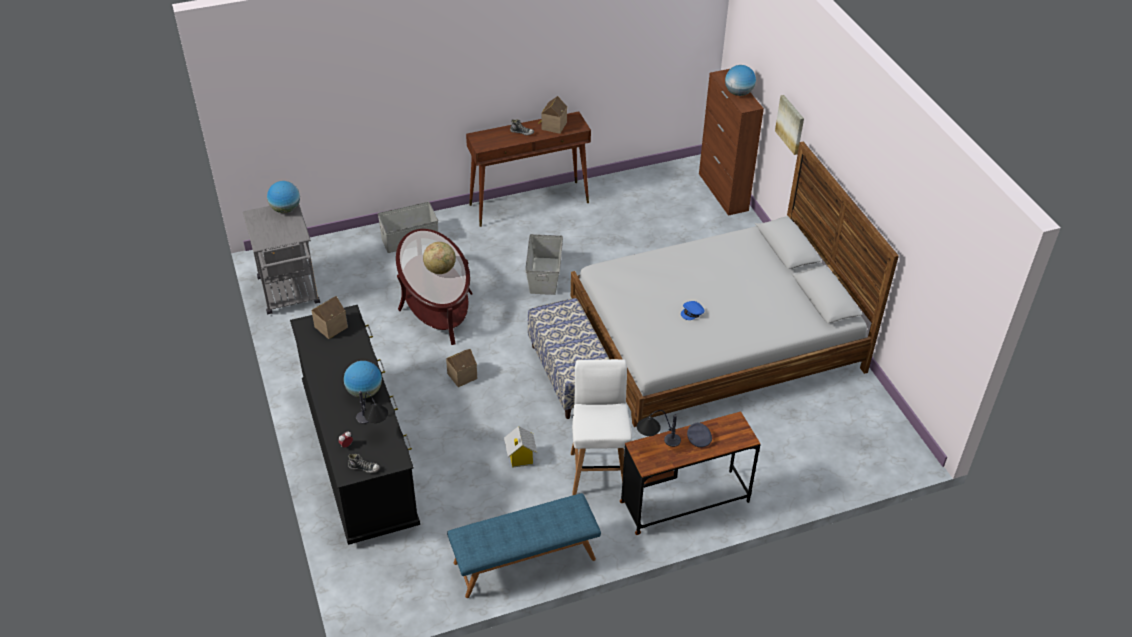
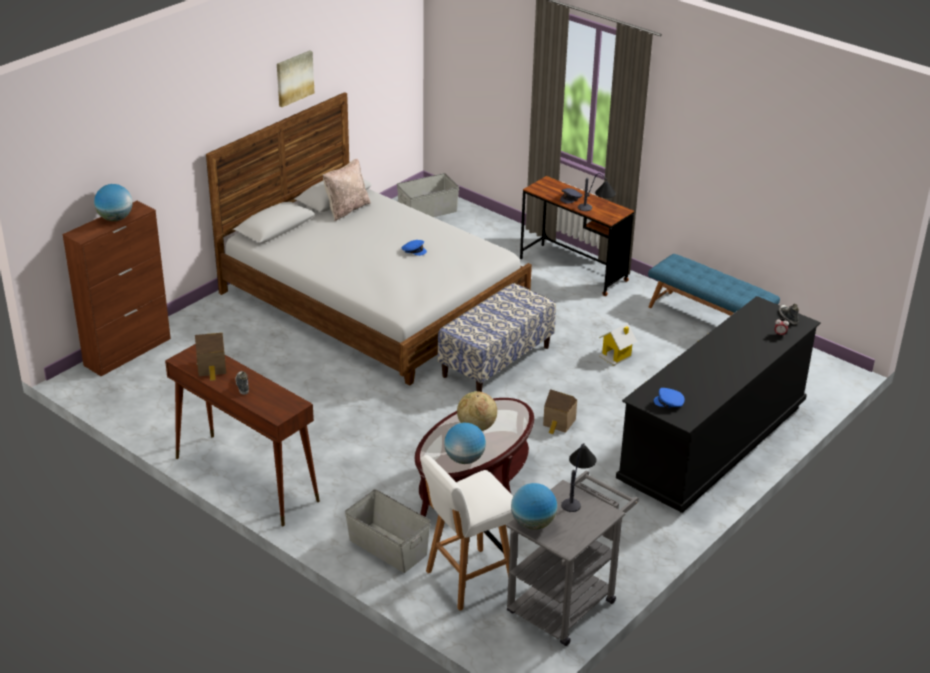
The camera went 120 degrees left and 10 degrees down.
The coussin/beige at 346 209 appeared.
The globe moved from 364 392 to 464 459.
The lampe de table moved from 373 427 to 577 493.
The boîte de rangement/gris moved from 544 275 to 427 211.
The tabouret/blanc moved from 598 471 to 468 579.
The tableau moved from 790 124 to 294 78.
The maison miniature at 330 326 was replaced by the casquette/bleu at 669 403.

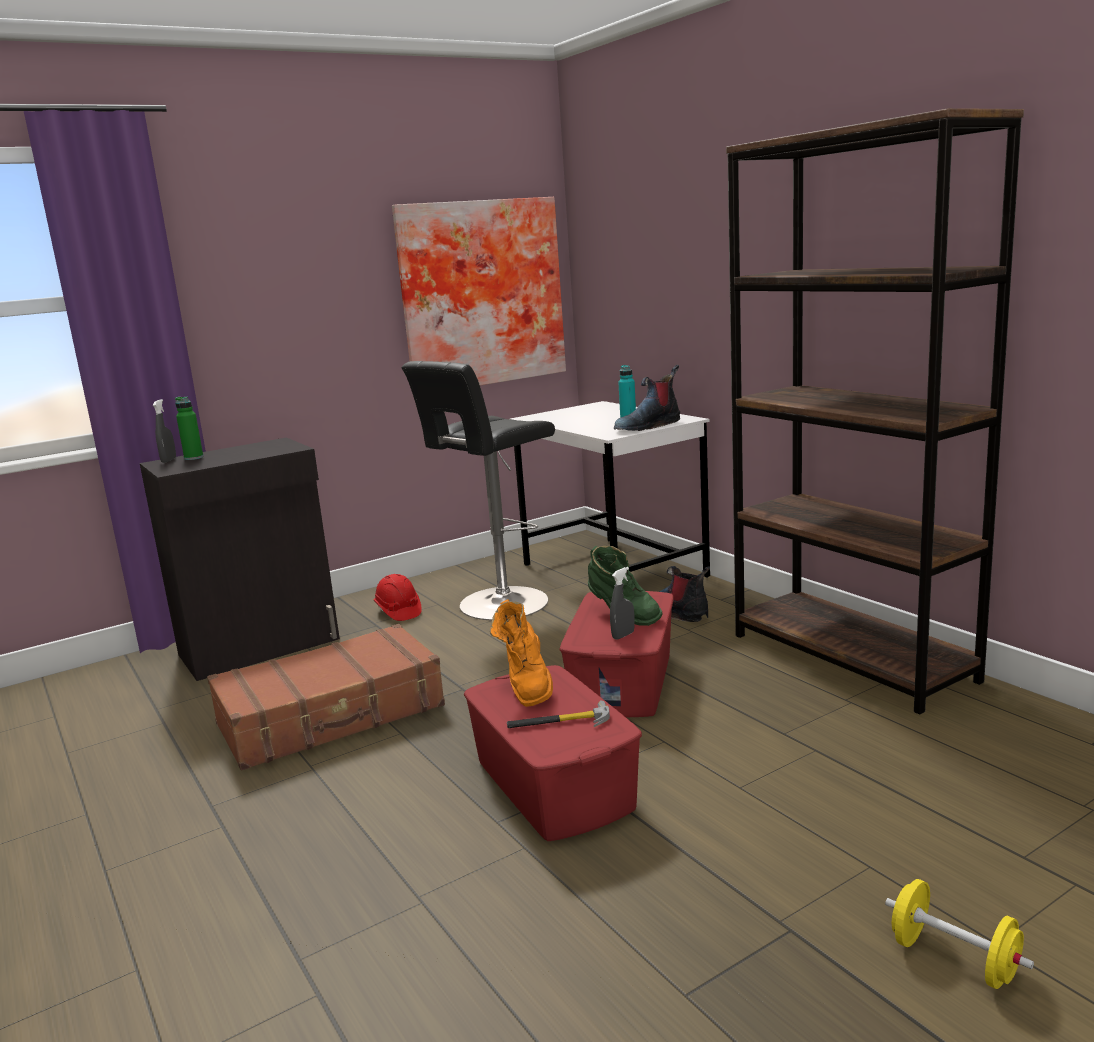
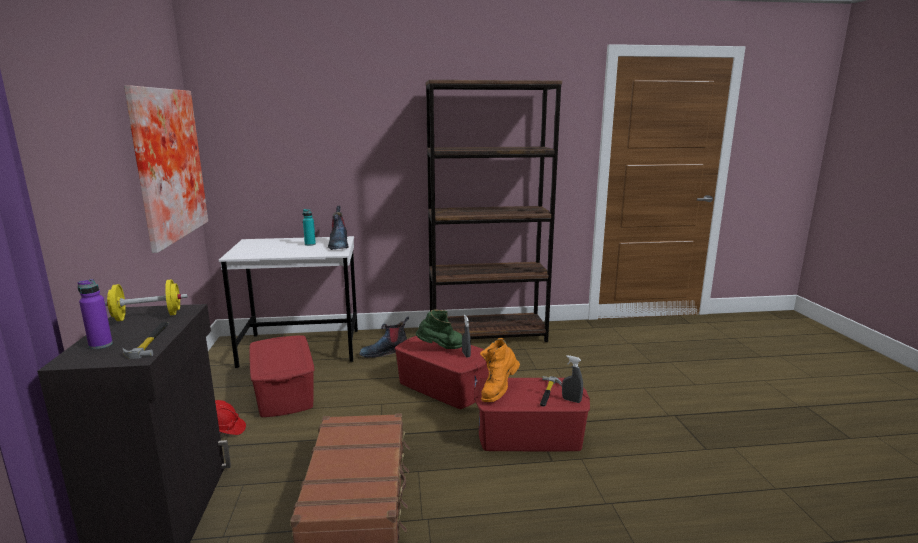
The camera went 65 degrees left and 0 degrees up.
The marteau at 150 341 appeared.
The vaporisateur/gris moved from 169 460 to 571 400.
The haltère/jaune moved from 954 959 to 148 317.
The tabouret/noir at 499 605 was replaced by the boîte de rangement/rouge at 283 392.
The bouteille/vert at 193 458 became the bouteille/violet at 100 345.
The botte/orange at 527 686 turned 105 degrees clockwise.

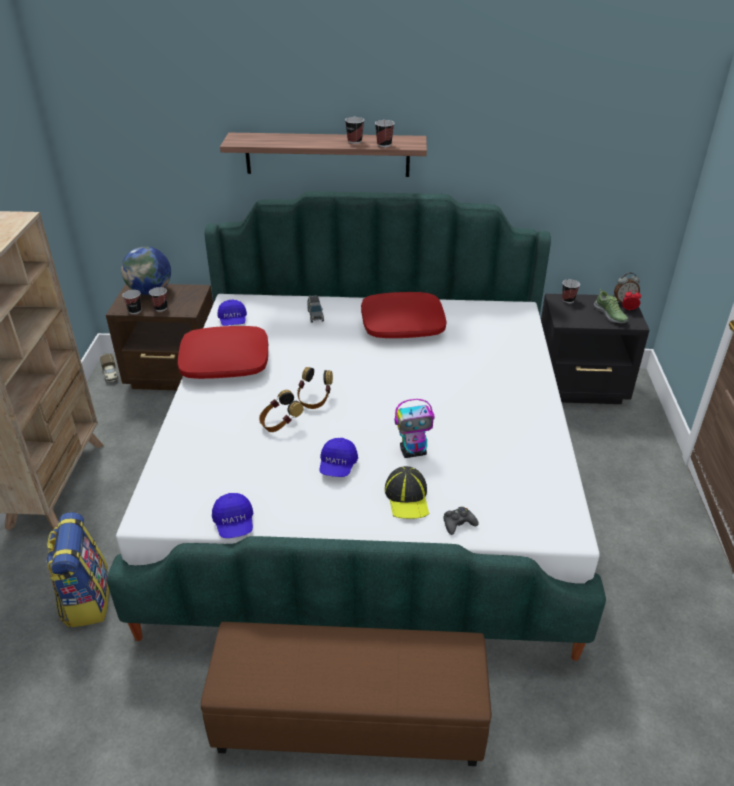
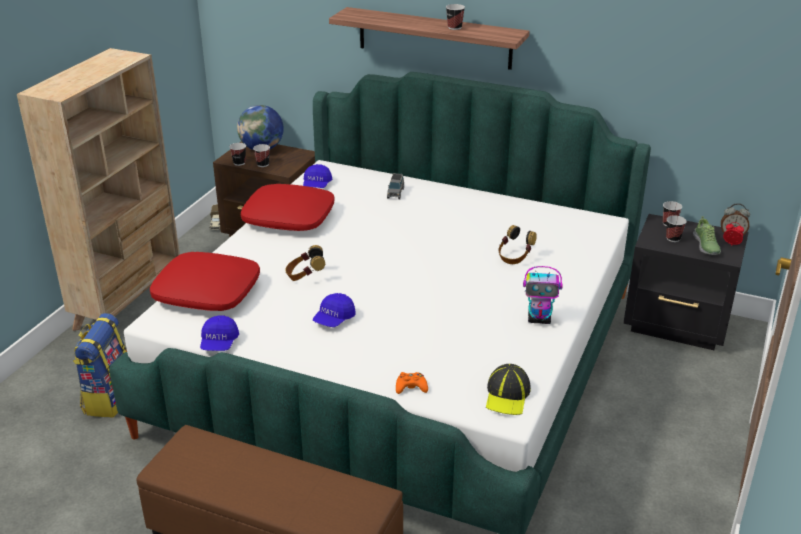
The camera went 20 degrees right and 5 degrees down.
The casque audio moved from 314 400 to 514 257.
The coussin/rouge moved from 402 324 to 208 292.
The tasse moved from 384 144 to 673 238.
The casquette moved from 407 498 to 507 395.
The robot jouet moved from 413 451 to 539 319.
The manette/noir at 458 523 became the manette/orange at 411 387.

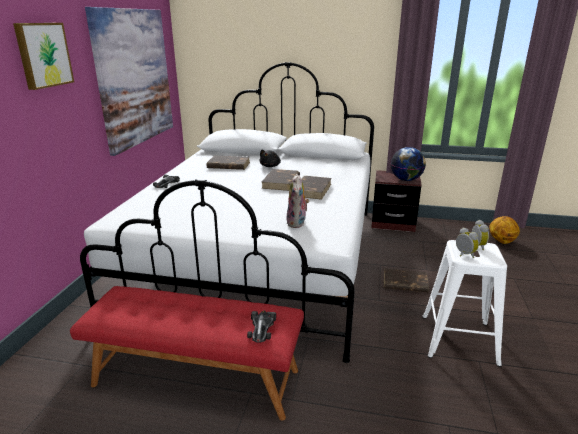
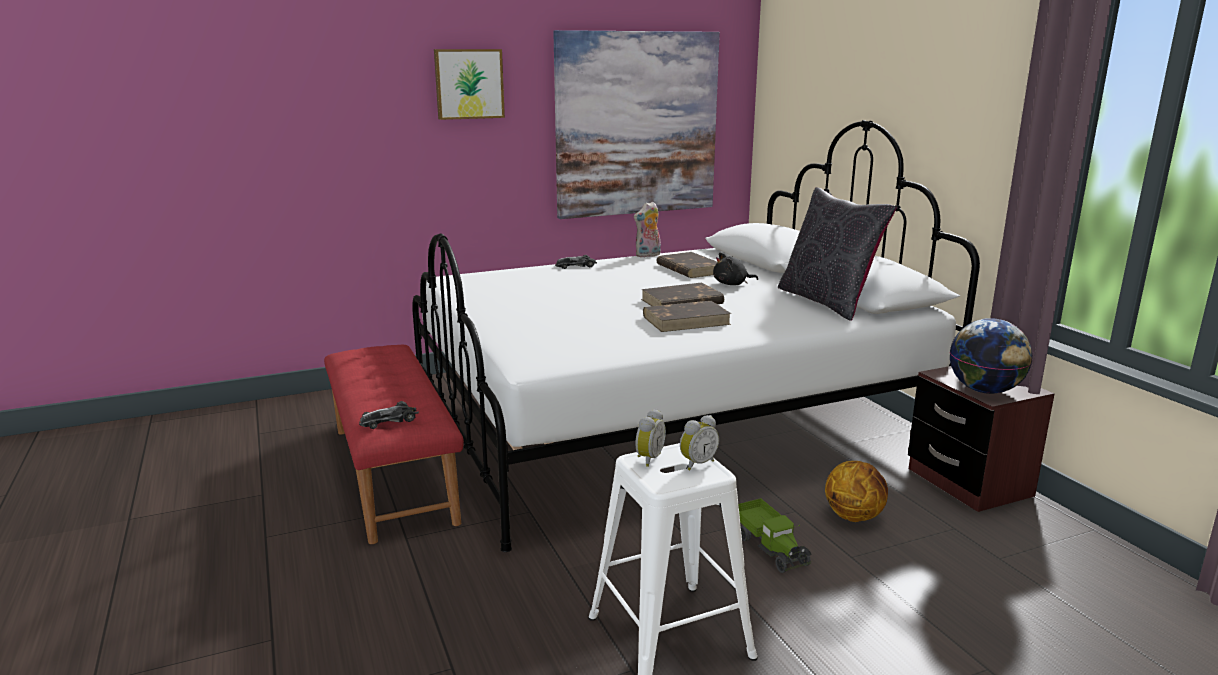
The camera went 55 degrees right and 5 degrees down.
The coussin/noir at 827 302 appeared.
The peluche moved from 297 223 to 648 255.
The ballon de basket moved from 501 241 to 854 516.
The livre/marron at 404 283 was replaced by the camion jouet at 769 546.

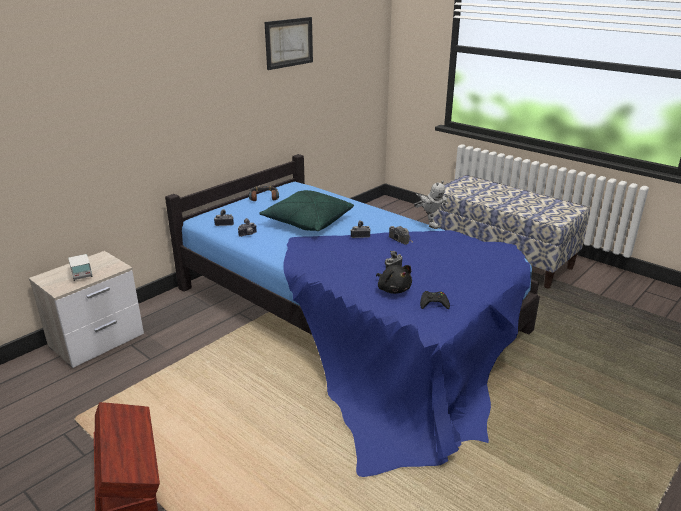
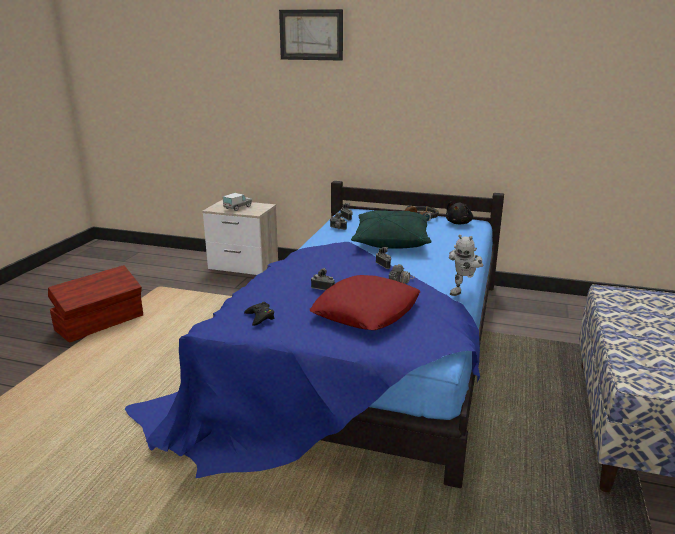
The camera went 65 degrees right and 5 degrees down.
The coussin/rouge at 366 311 appeared.
The tableau moved from 289 43 to 311 35.
The peluche/noir moved from 393 289 to 459 223.

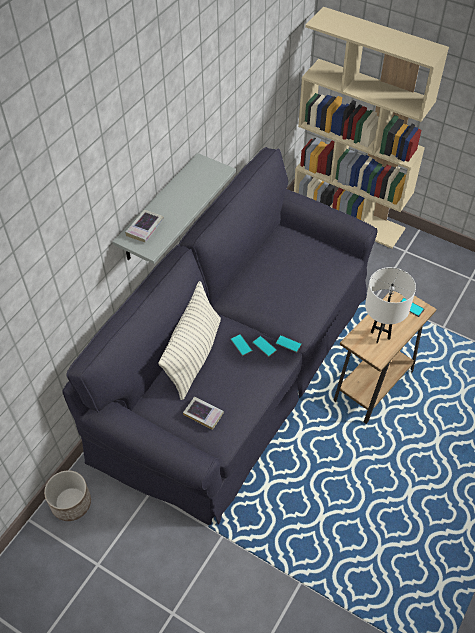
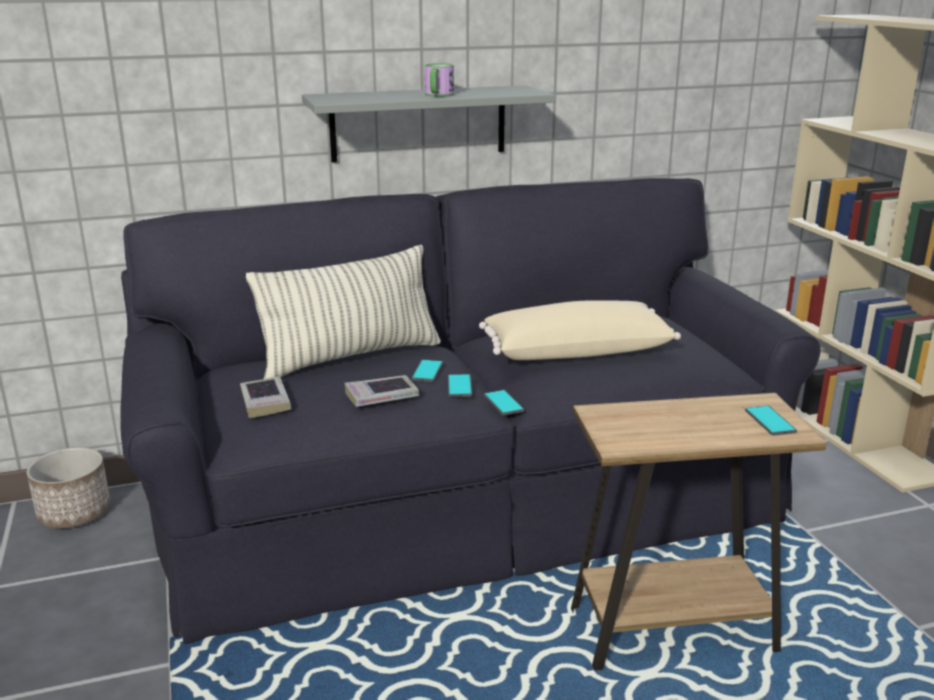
The camera went 40 degrees right and 30 degrees down.
The lampe de table/blanc at 380 335 disappeared.
The mug at 438 95 appeared.
The coussin/beige at 576 351 appeared.
The livre moved from 145 228 to 381 396.

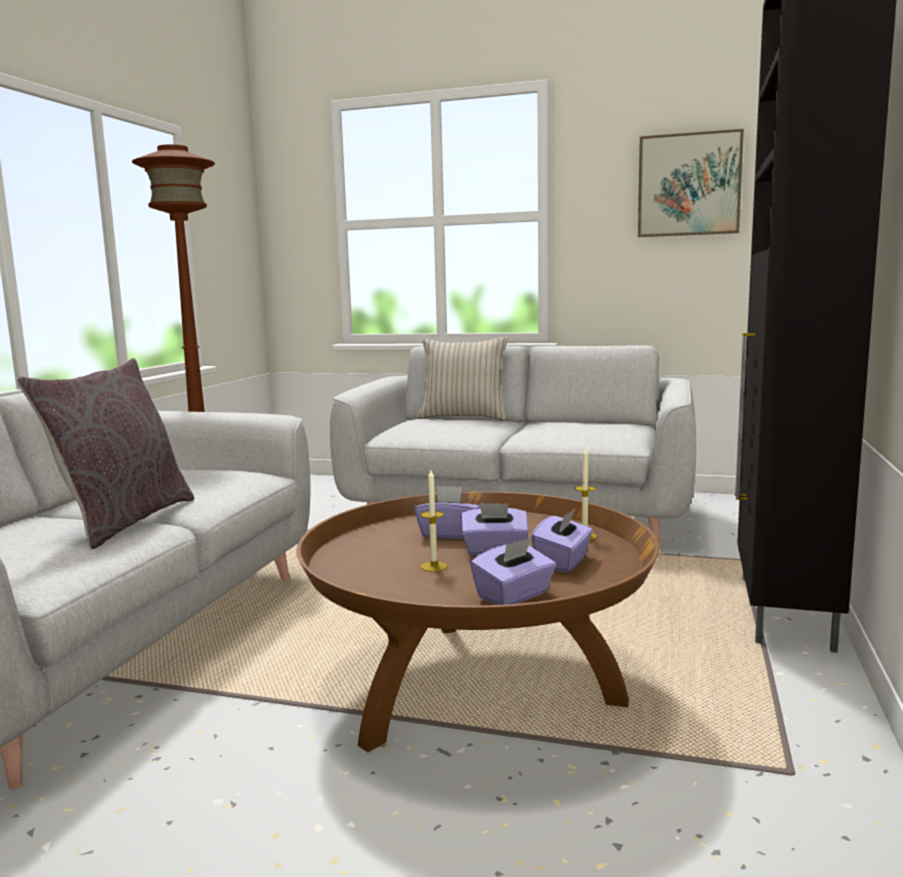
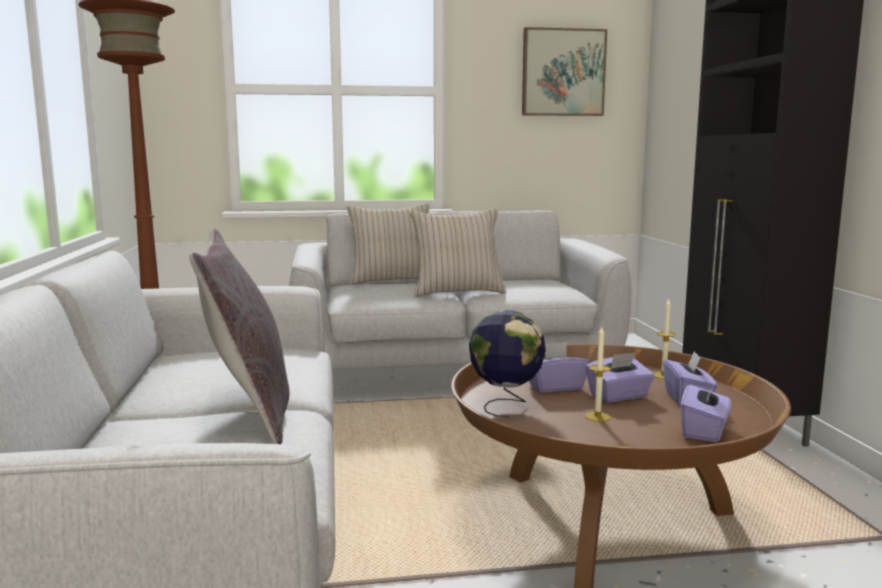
The camera went 25 degrees left and 0 degrees up.
The coussin/beige at 457 292 appeared.
The globe at 506 405 appeared.

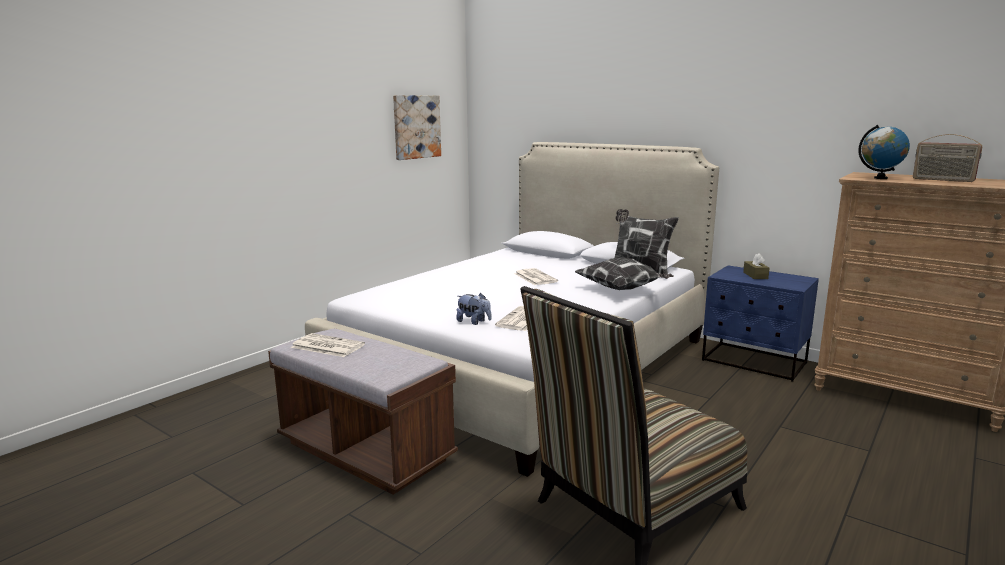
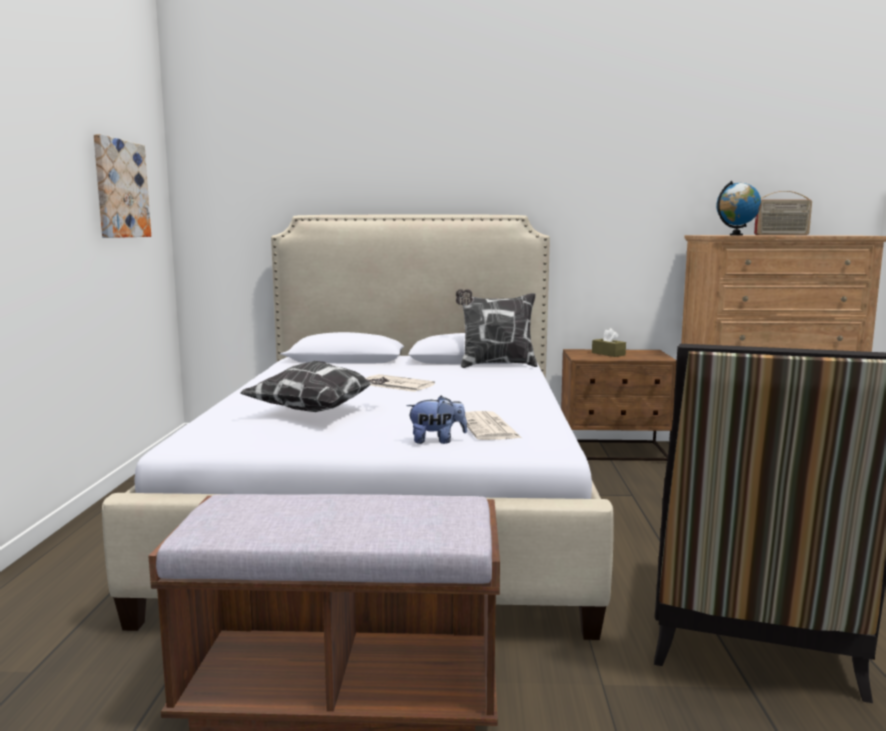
The camera went 35 degrees left and 5 degrees down.
The journal at 326 346 disappeared.
The coussin moved from 623 290 to 318 411.
The table de chevet/bleu at 754 362 became the table de chevet/marron at 614 452.

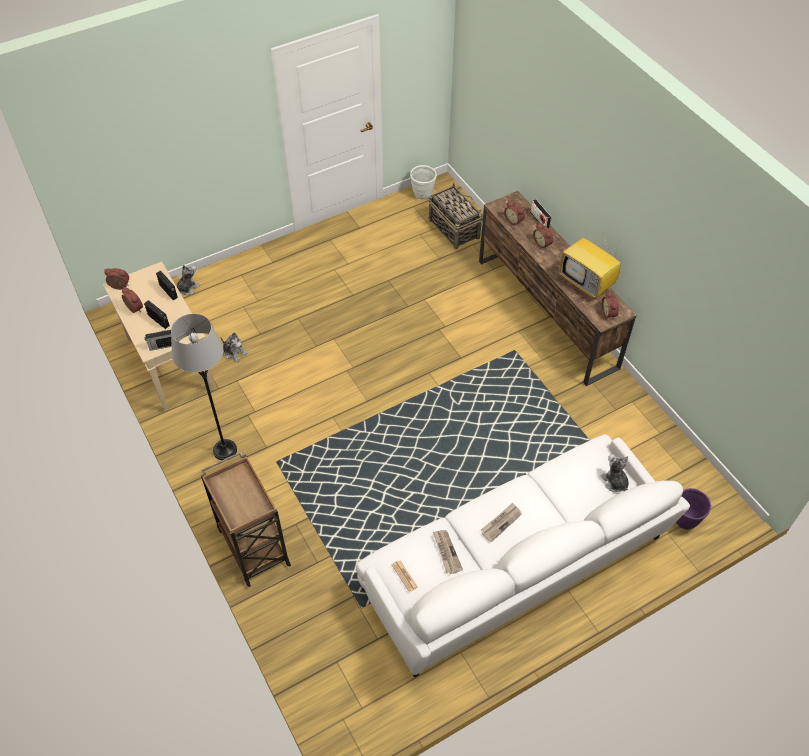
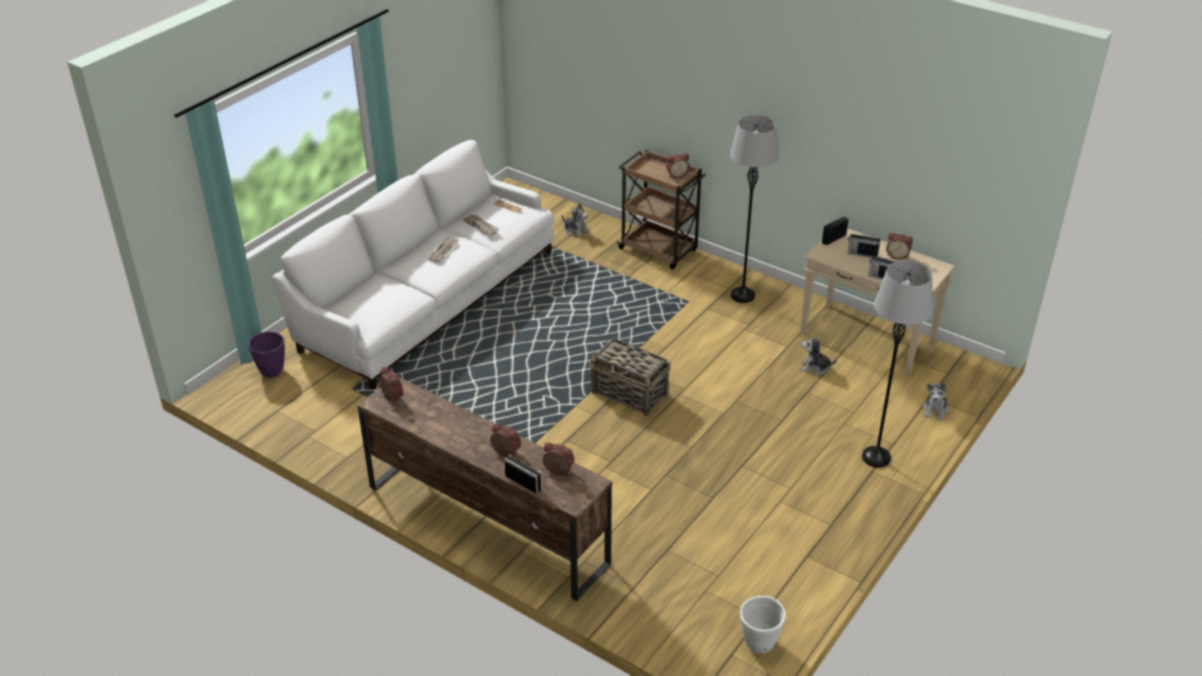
The camera went 155 degrees right and 15 degrees down.
The téléviseur at 587 284 disappeared.
The lampadaire/gris at 876 457 appeared.
The réveil moved from 119 287 to 676 175.
The panier moved from 453 228 to 630 393.
The peluche moved from 614 482 to 576 231.

